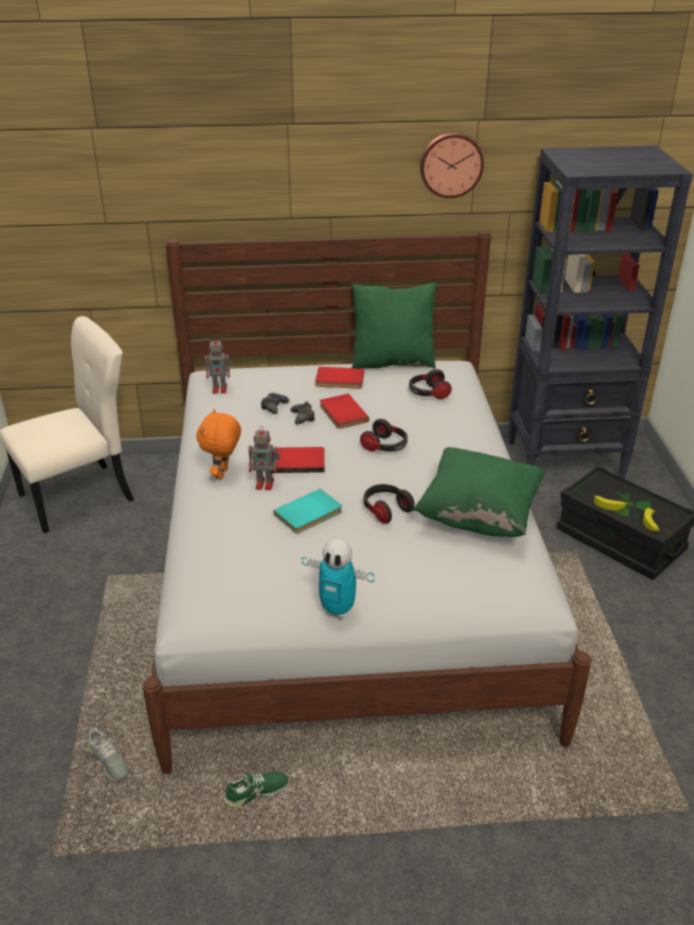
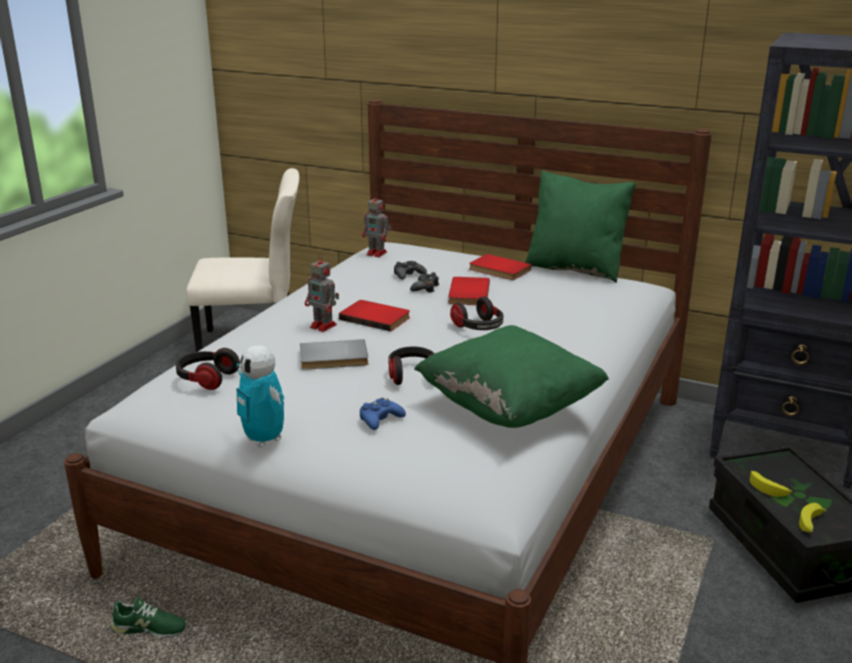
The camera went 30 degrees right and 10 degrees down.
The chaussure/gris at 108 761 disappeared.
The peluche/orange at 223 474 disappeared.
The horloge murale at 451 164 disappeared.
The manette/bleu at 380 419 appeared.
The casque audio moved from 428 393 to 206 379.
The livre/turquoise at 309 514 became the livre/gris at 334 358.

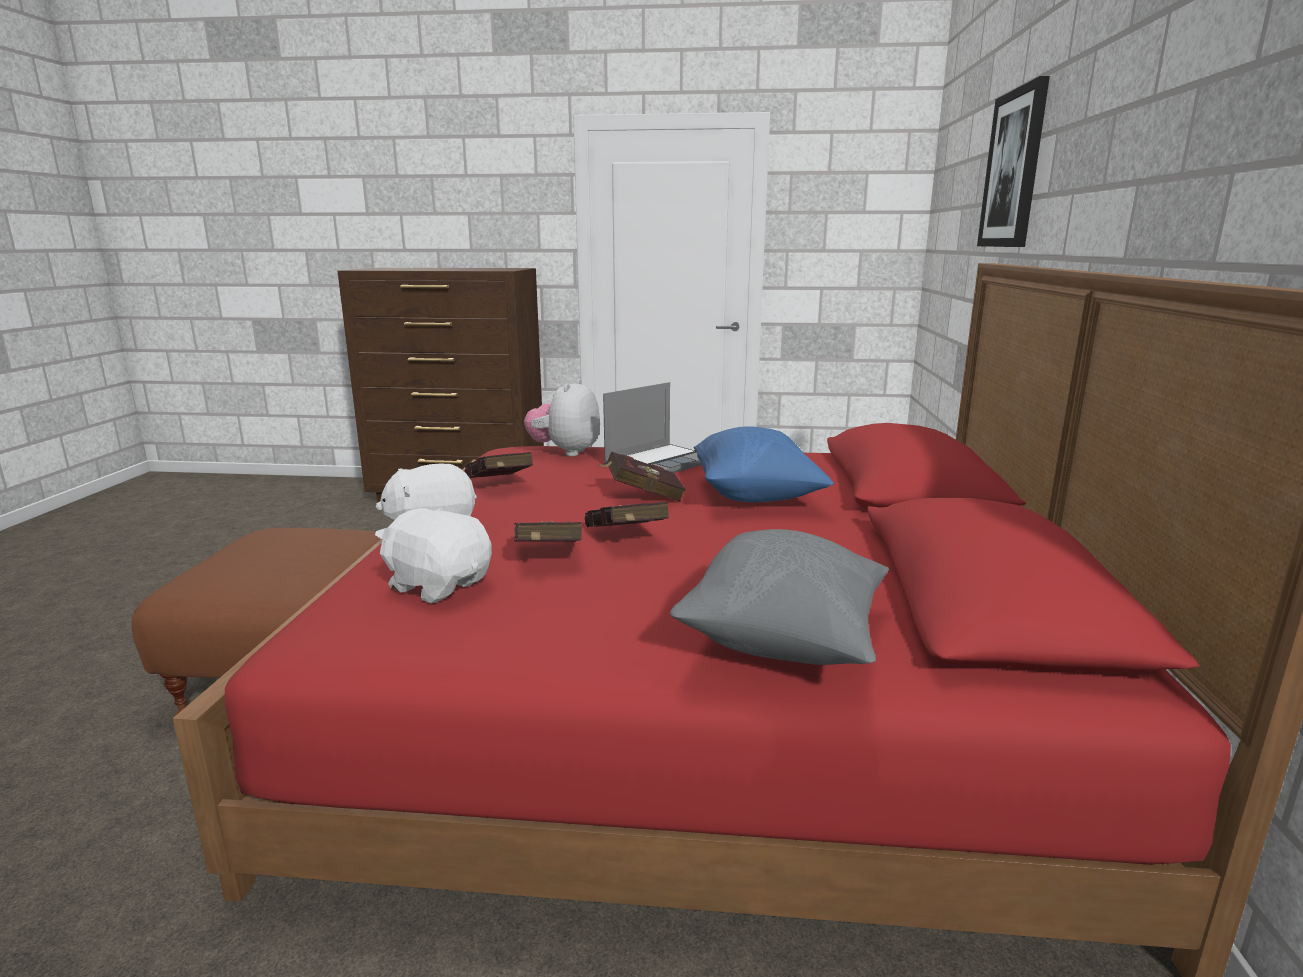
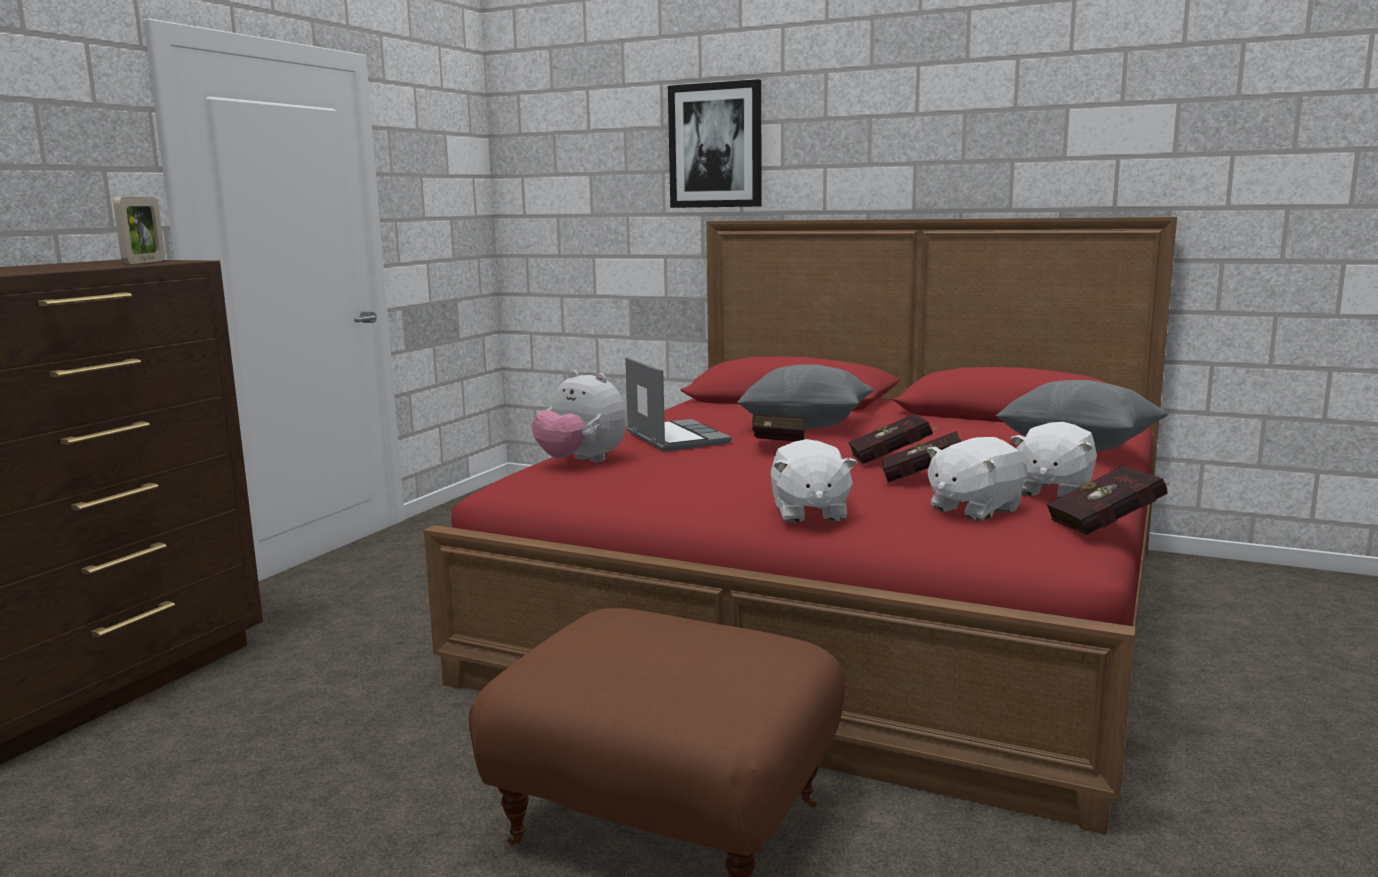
The camera went 70 degrees left and 5 degrees down.
The cadre photo at 144 262 appeared.
The peluche/blanc at 1052 491 appeared.
The livre/rouge moved from 499 485 to 1109 525.
The coussin/bleu at 755 496 became the coussin/gris at 806 426.

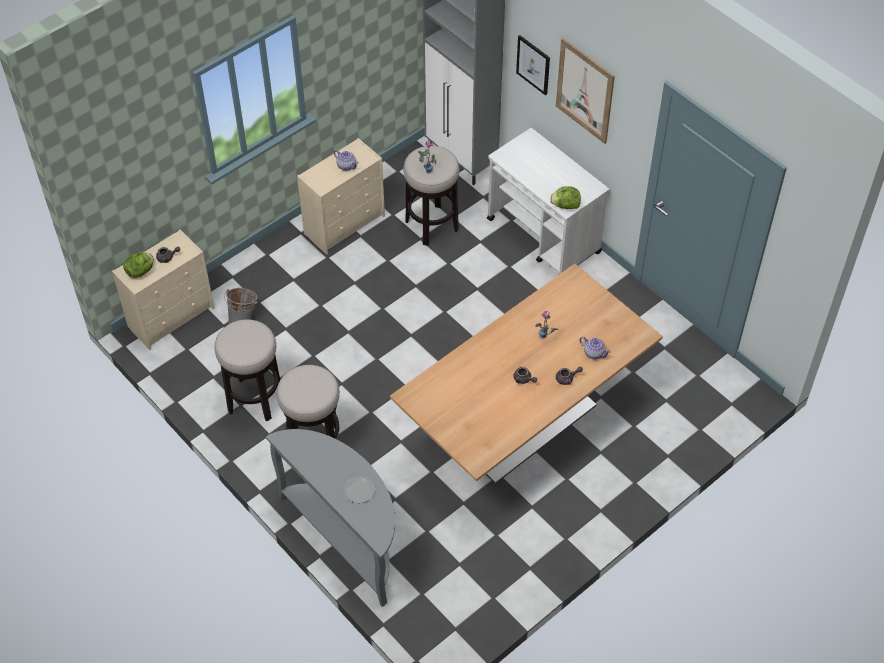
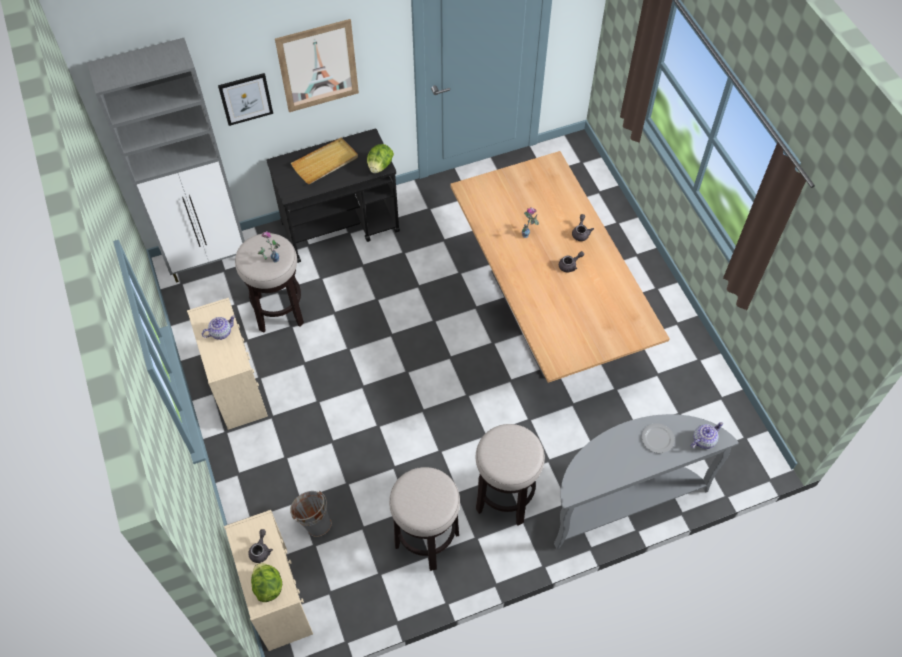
The camera went 70 degrees left and 5 degrees up.
The plateau/beige at 325 162 appeared.
The théière moved from 594 353 to 703 440.
The chariot/blanc at 544 236 became the chariot/noir at 341 227.

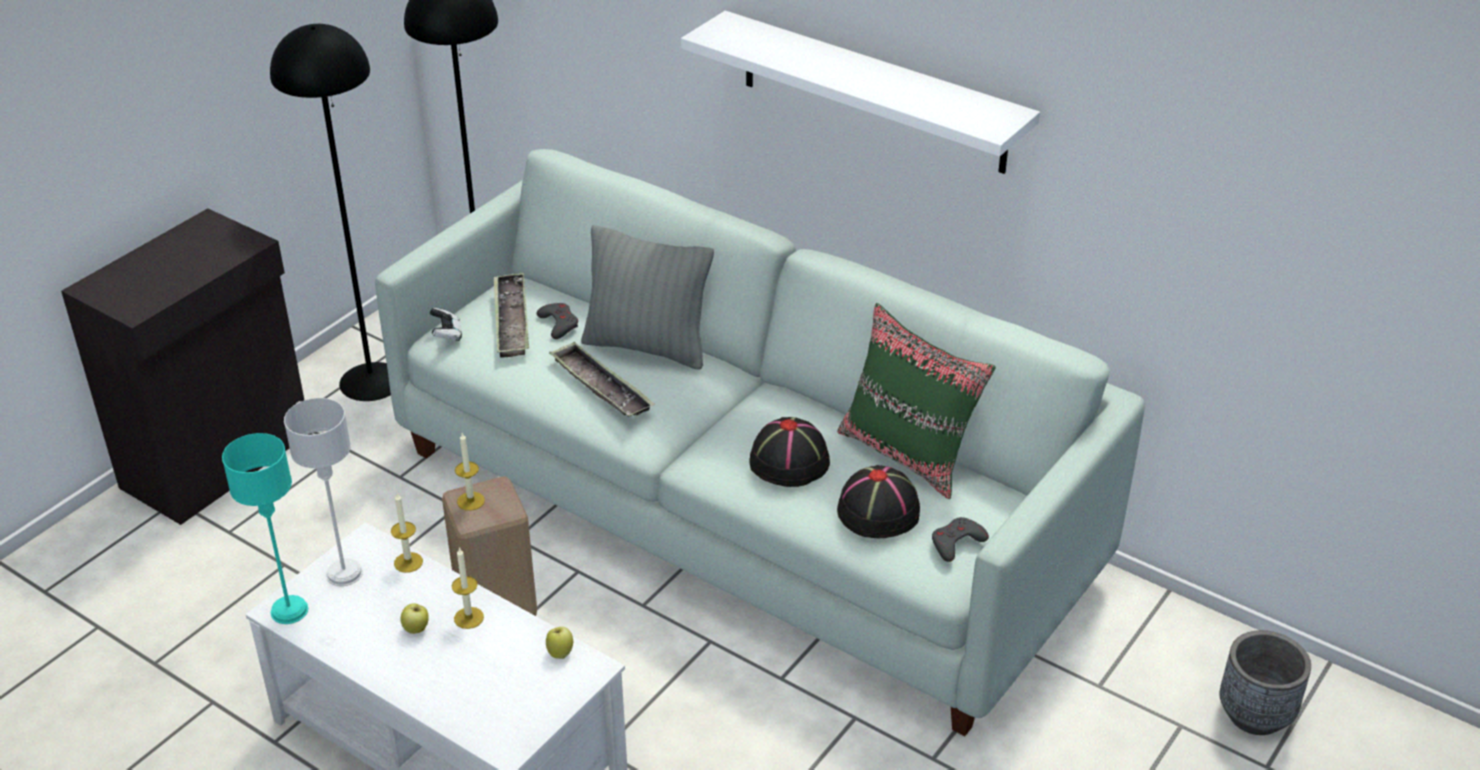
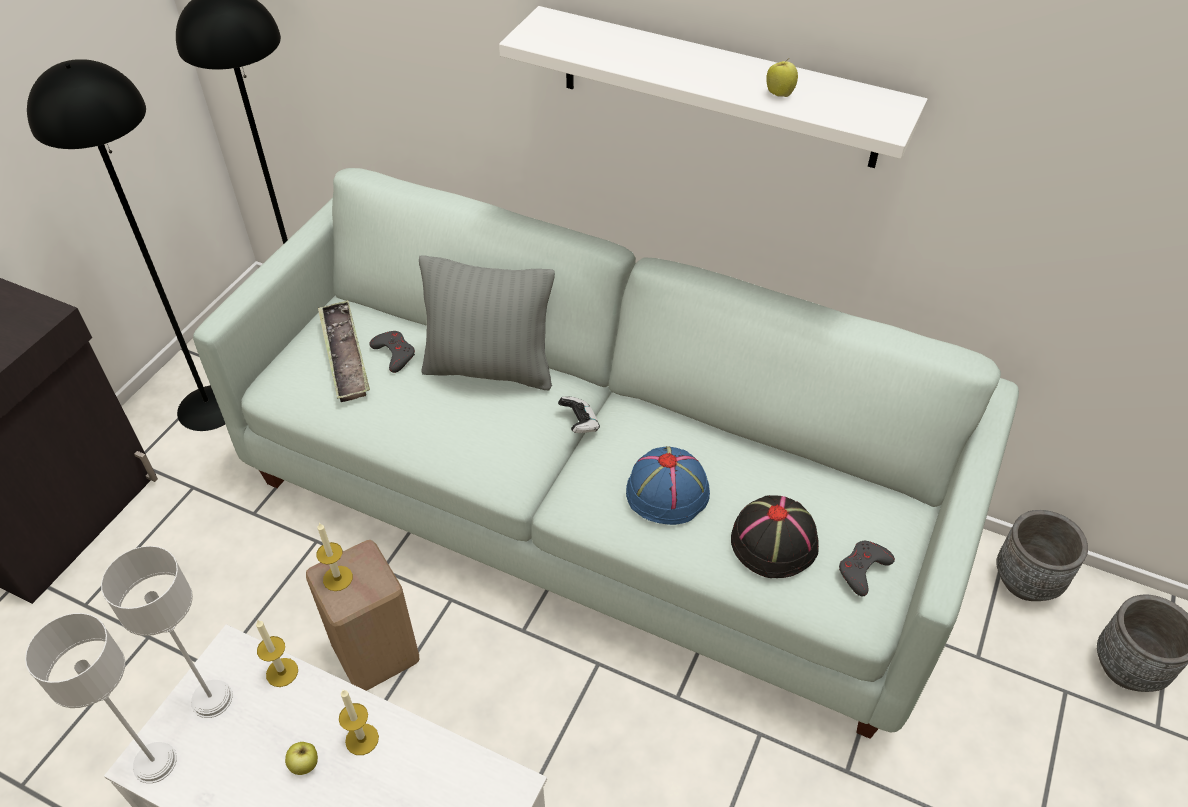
The camera went 10 degrees left and 10 degrees up.
The plateau at 601 387 disappeared.
The coussin/vert at 908 454 disappeared.
The cache-pot/gris at 1026 580 appeared.
The manette moved from 447 334 to 579 423.
The pomme moved from 560 653 to 779 94.
The lampe de table/turquoise at 290 610 became the lampe de table/gris at 155 762.
The chapeau/noir at 790 461 became the chapeau/bleu at 668 492.

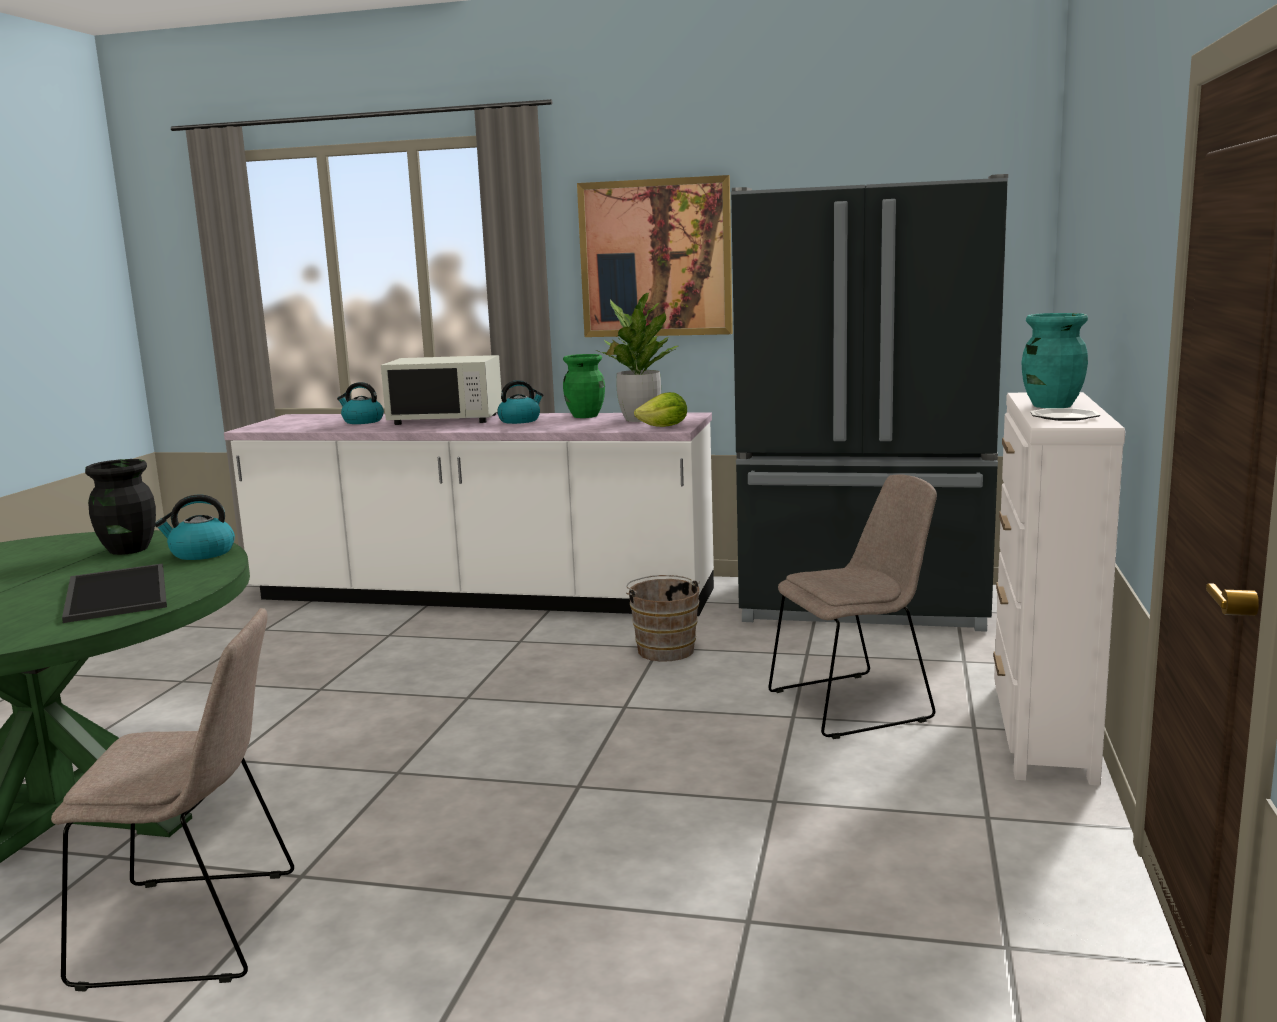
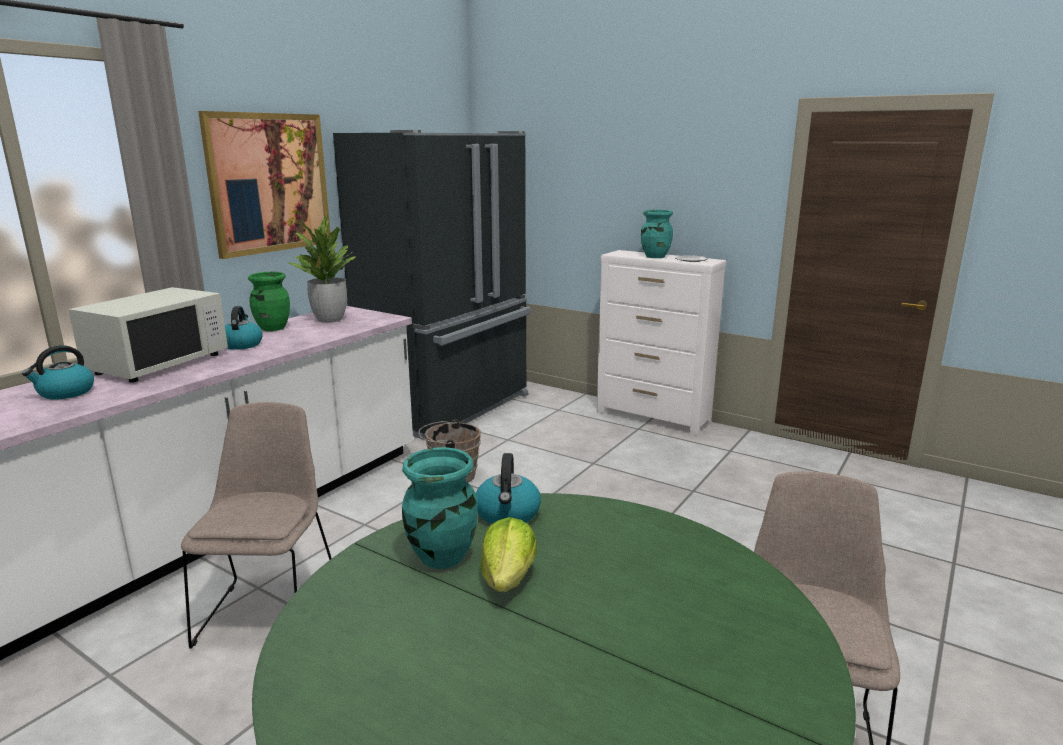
The camera went 70 degrees left and 5 degrees up.
The plateau at 114 593 disappeared.
The laitue moved from 664 427 to 508 578.
The chaise/beige moved from 854 704 to 270 611.
The vase/noir at 128 549 became the vase/turquoise at 441 557.

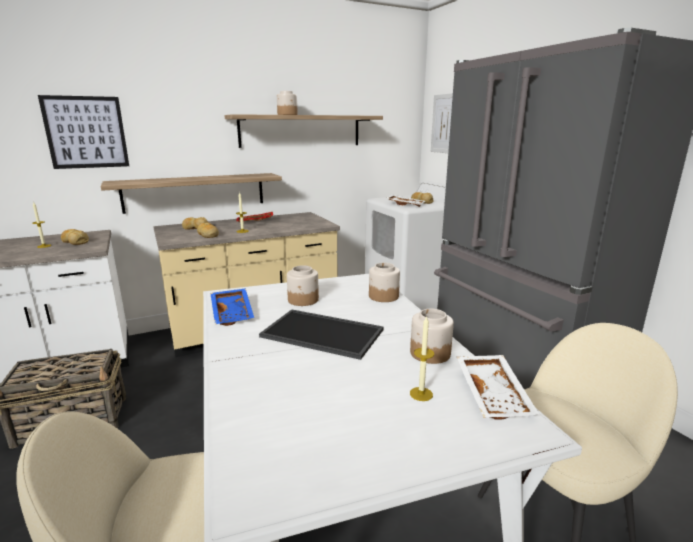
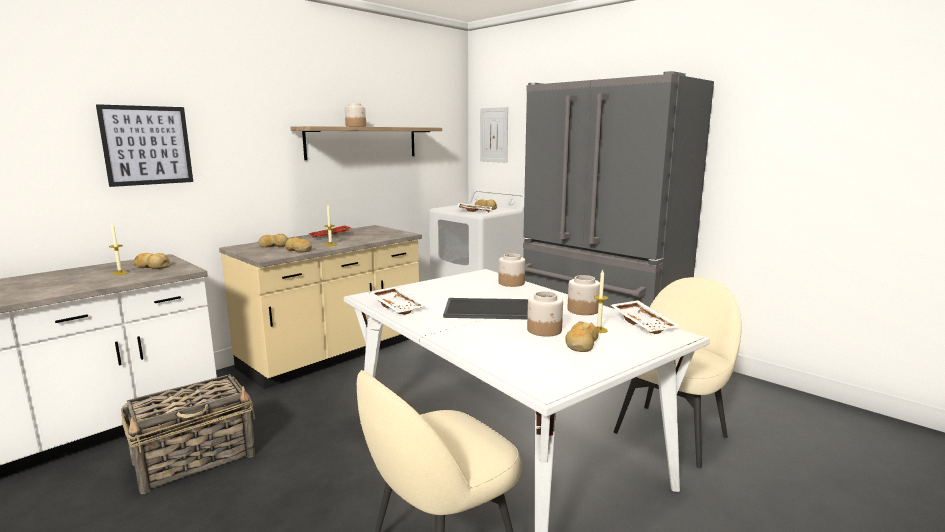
The camera went 20 degrees left and 5 degrees down.
The étagère at 195 192 disappeared.
The pain at 581 344 appeared.
The bocal moved from 303 300 to 544 330.
The plateau/bleu at 233 313 became the plateau/blanc at 398 306.

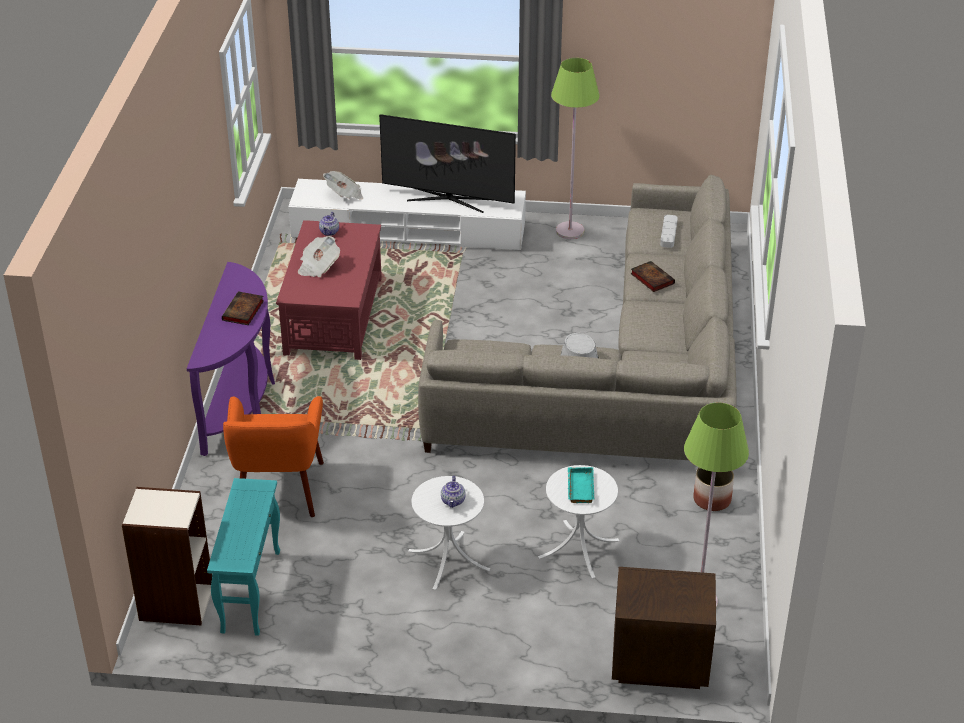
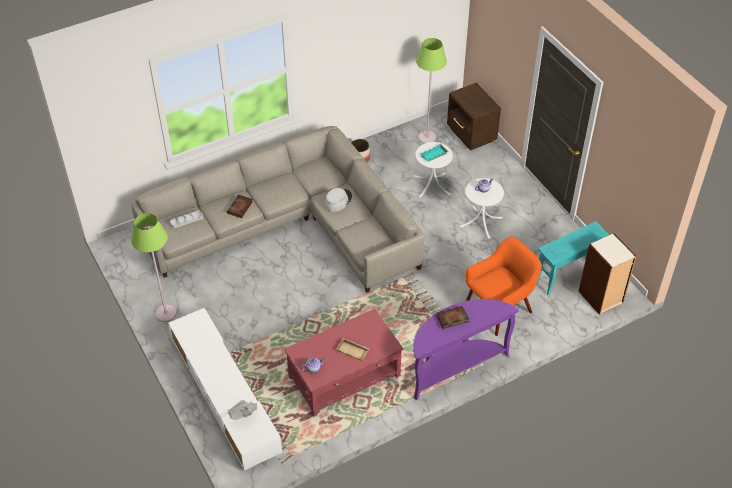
The camera went 125 degrees left and 10 degrees up.
The téléviseur at 448 200 disappeared.
The journal at 318 267 was replaced by the plateau/beige at 353 350.

